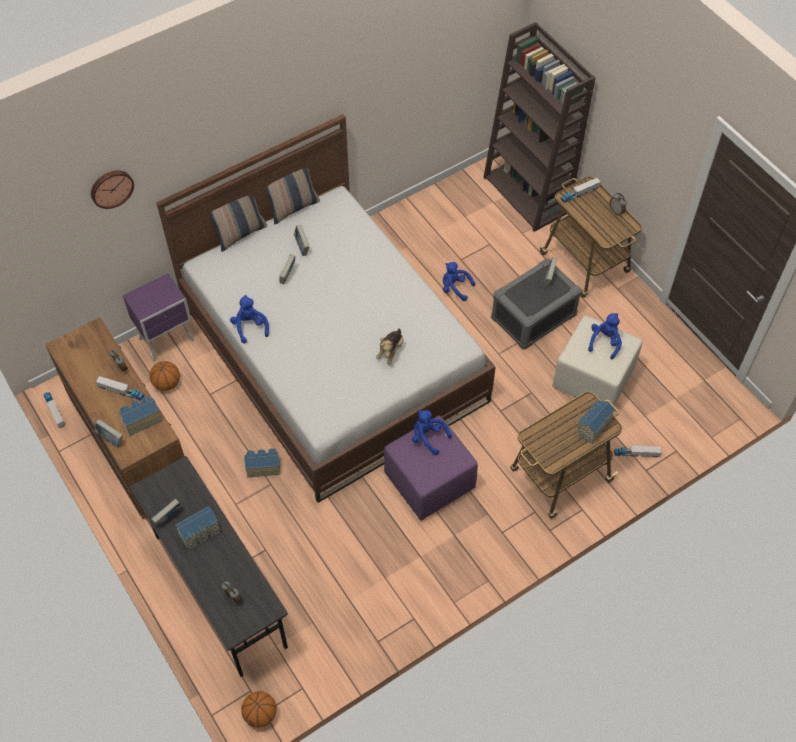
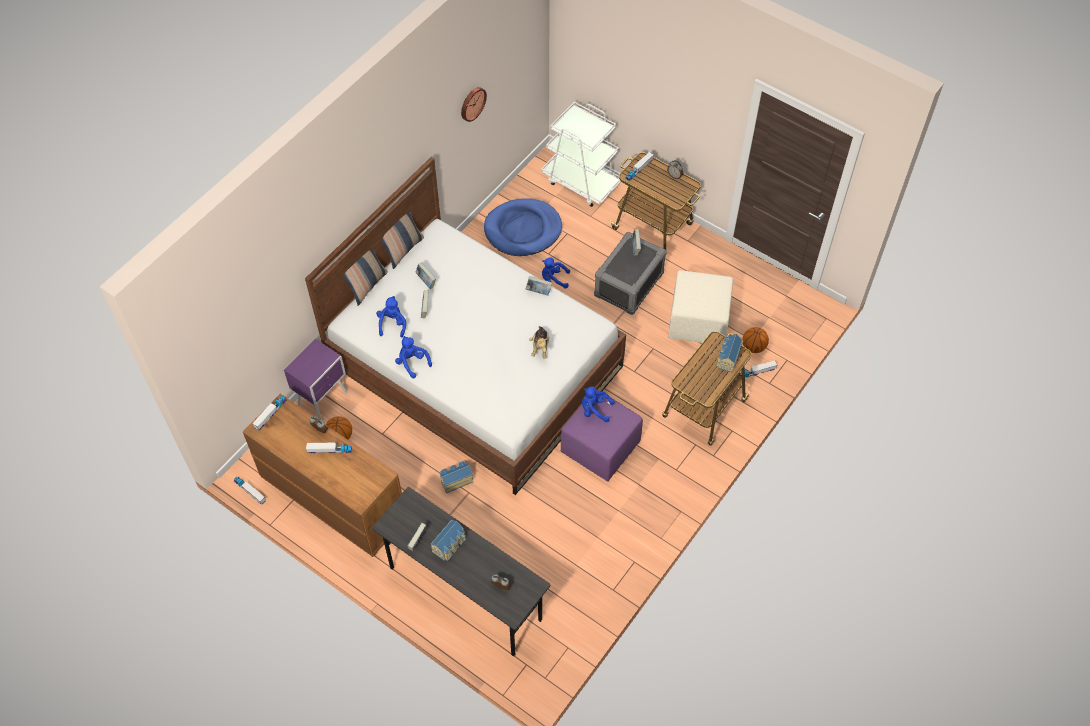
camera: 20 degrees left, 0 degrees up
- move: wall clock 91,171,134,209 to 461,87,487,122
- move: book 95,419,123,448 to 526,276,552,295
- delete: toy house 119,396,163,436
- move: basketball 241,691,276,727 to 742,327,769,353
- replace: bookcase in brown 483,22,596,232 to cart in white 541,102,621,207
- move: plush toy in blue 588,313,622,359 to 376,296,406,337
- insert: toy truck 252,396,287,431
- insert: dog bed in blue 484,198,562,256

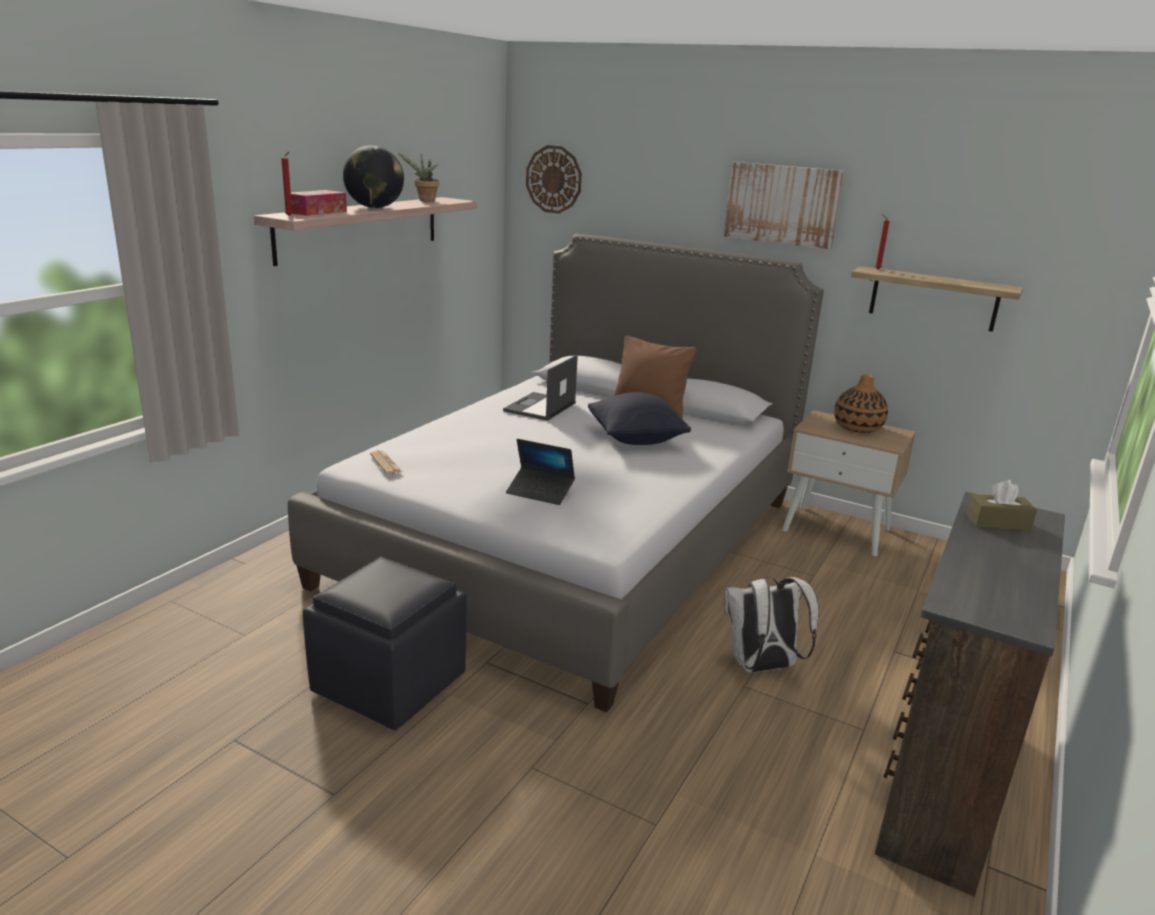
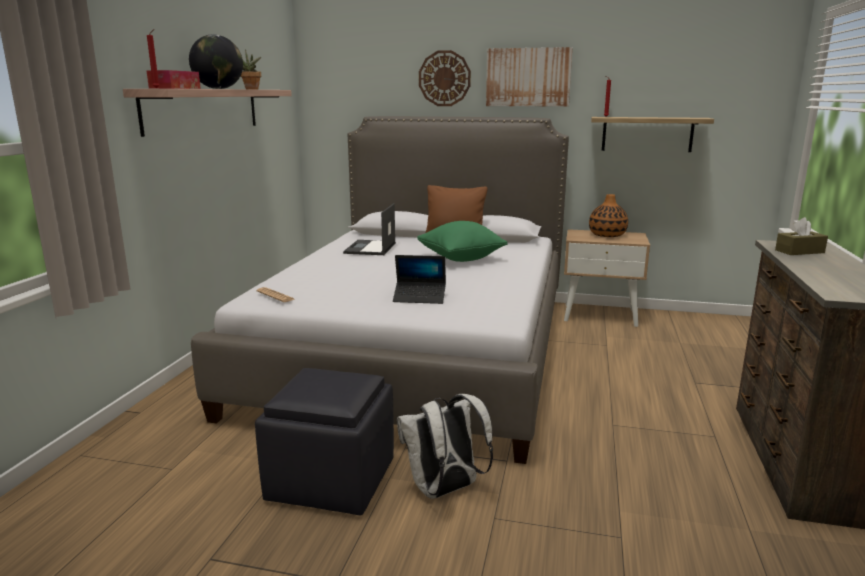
camera: 15 degrees left, 5 degrees down
- move: wall clock 526,145,582,214 to 419,50,471,106
- recolor: pillow in black 588,392,691,445 to pillow in green 417,221,508,262
- move: backpack in white 724,577,819,673 to 397,394,493,498

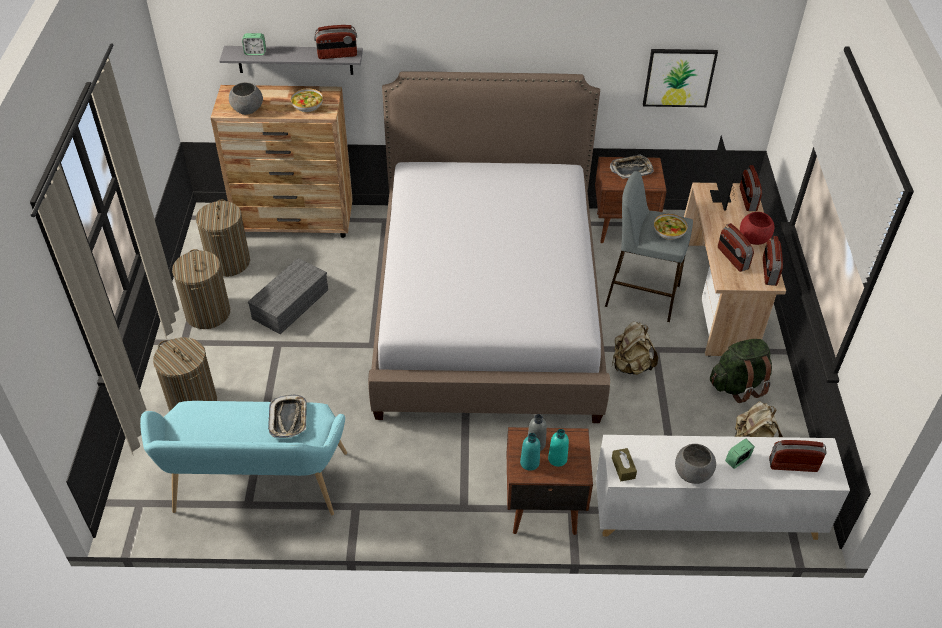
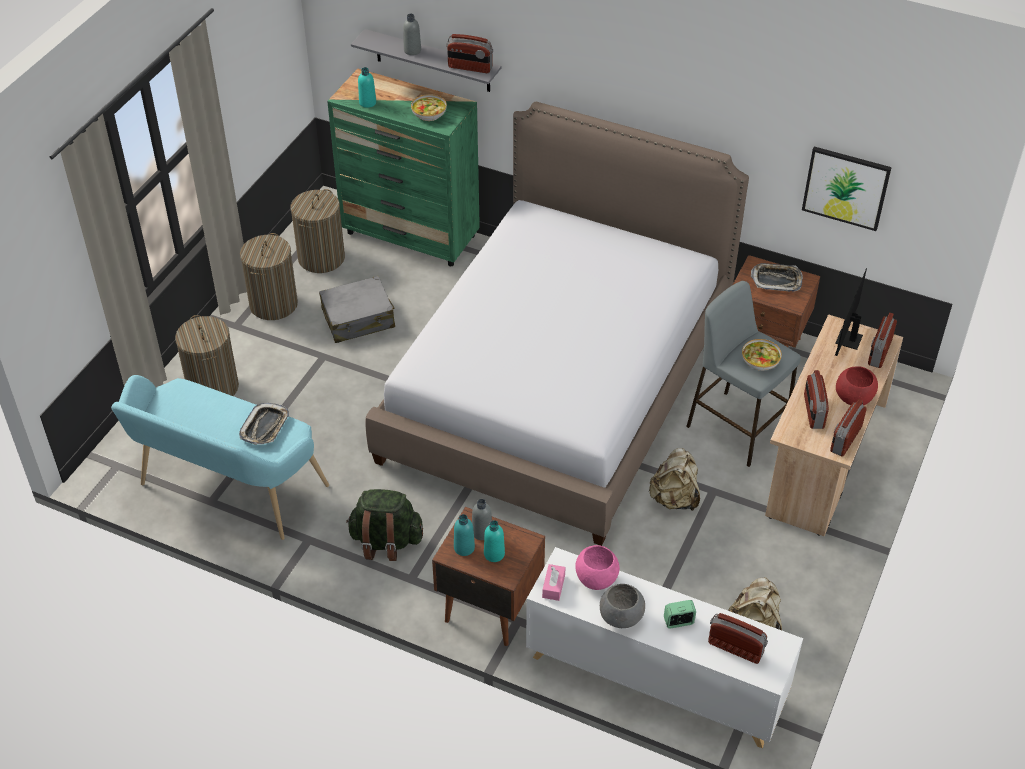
camera: 25 degrees right, 0 degrees up
- recolor: dresser in brown 211,85,353,238 to dresser in green 327,68,480,266
- replace: bowl in grey 229,82,263,115 to bottle in turquoise 358,67,376,108
- delete: alarm clock 242,33,266,55
- replace: storage box in grey 248,258,328,334 to suitcase in grey 319,276,395,343
- recolor: tissue box in brown 612,448,637,481 to tissue box in pink 542,564,566,601
- move: backpack in green 710,339,772,403 to 346,489,423,561
- insert: bottle in grey 403,14,421,55
- insert: bowl in pink 575,545,620,590

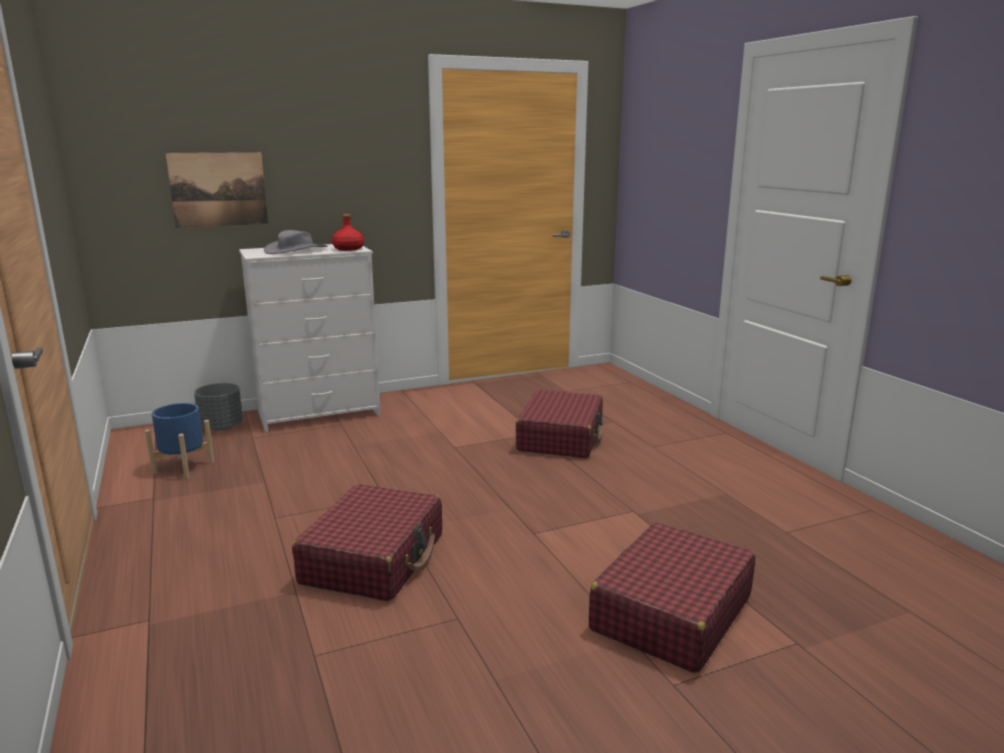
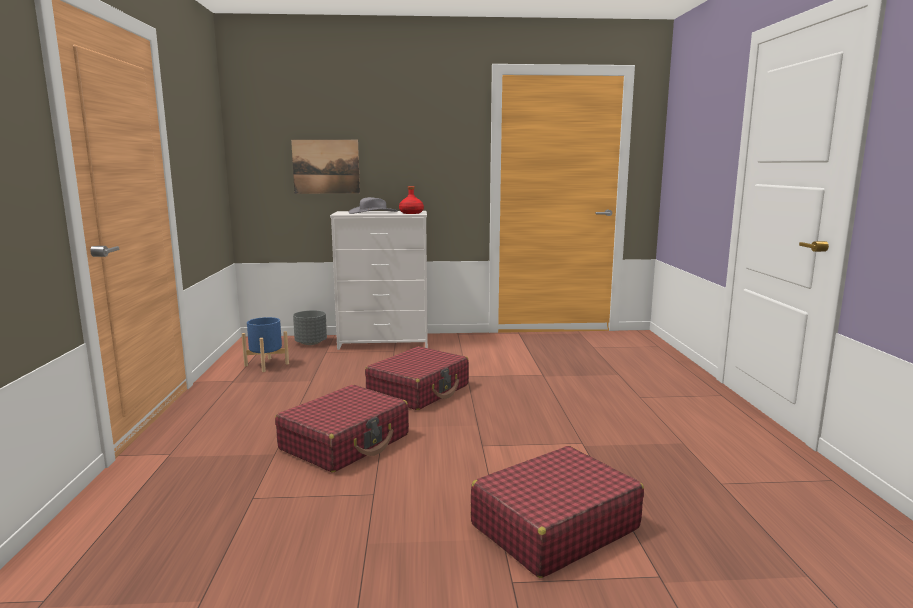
camera: 20 degrees right, 5 degrees down
- move: suitcase in red 516,390,603,458 to 365,346,469,410

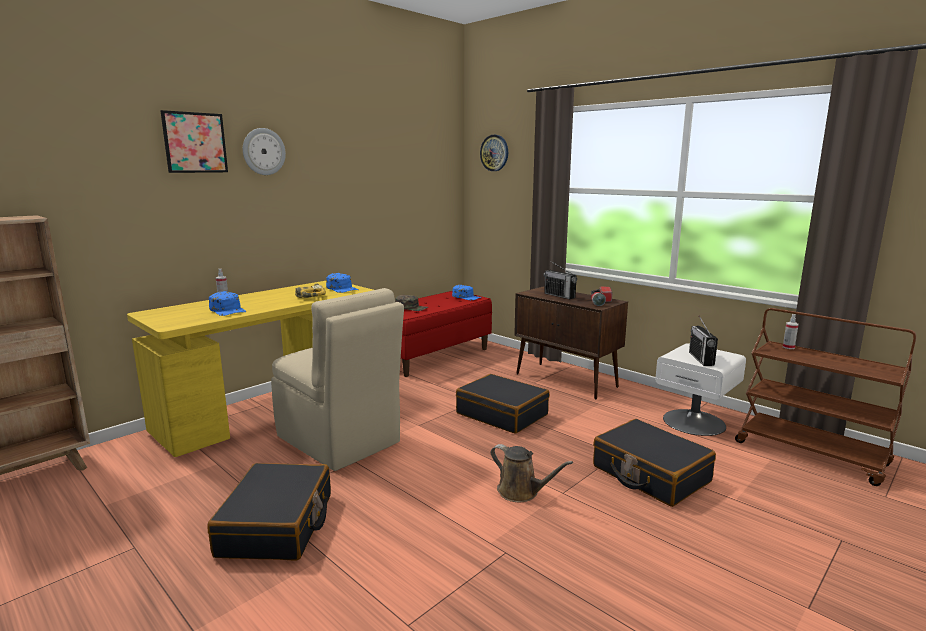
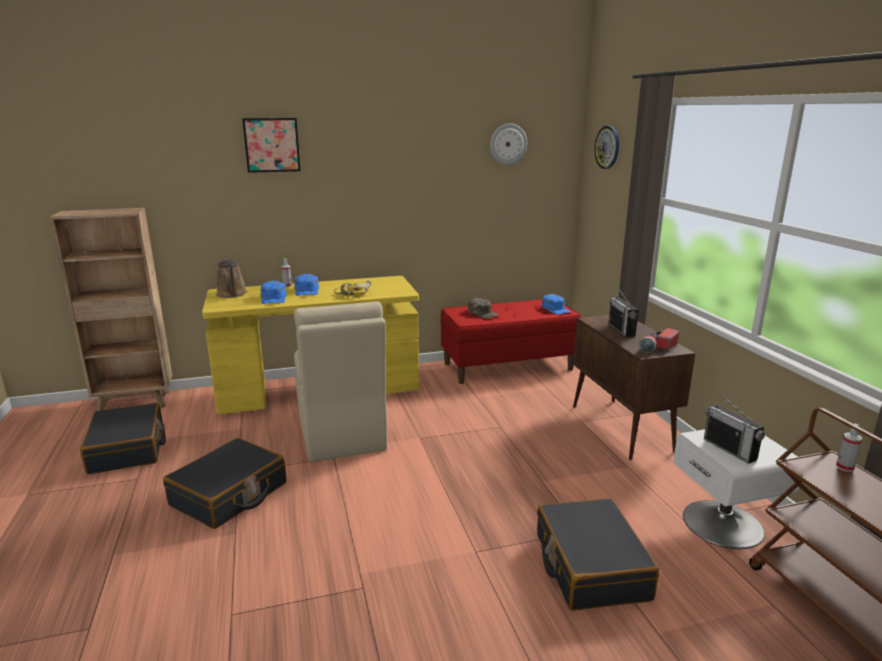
camera: 30 degrees right, 5 degrees up
- move: wall clock 243,128,286,175 to 490,123,527,165
- move: cap in blue 326,273,359,293 to 294,274,319,296
- move: suitcase in black 456,374,550,434 to 80,403,166,474
- move: watering can in brown 491,444,573,502 to 216,259,248,298
- rotate: radio 689,316,718,366 = 704,394,765,464 60 degrees counterclockwise

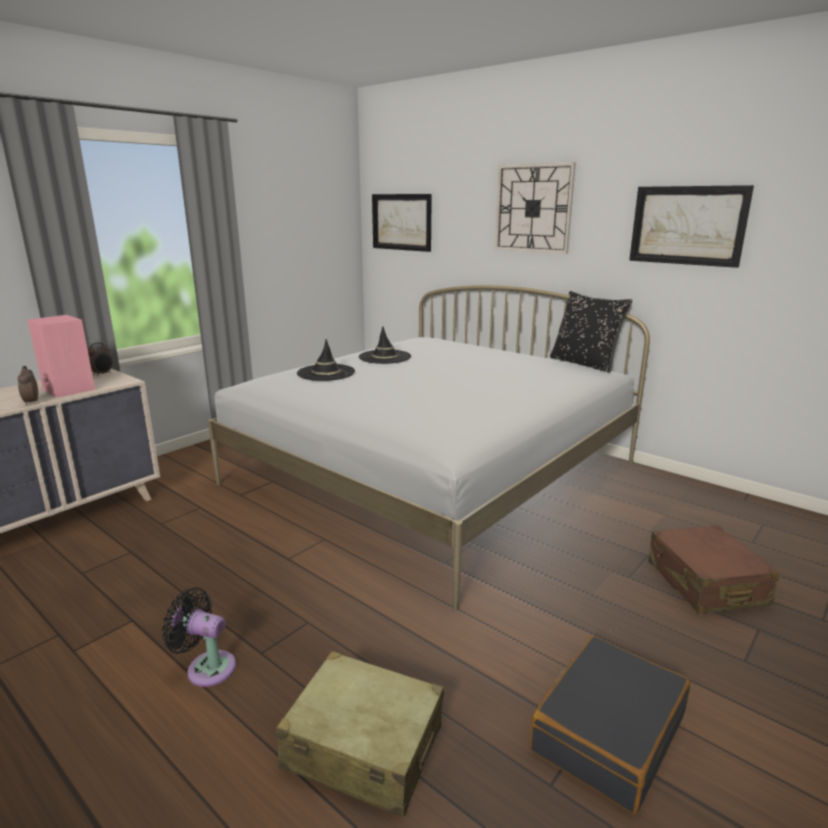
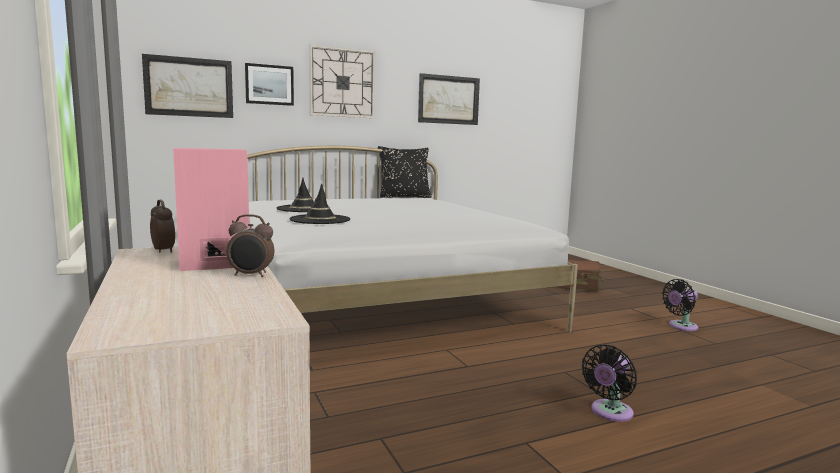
camera: 65 degrees left, 10 degrees down
- delete: suitcase in beige 276,651,444,818
- replace: suitcase in black 530,636,690,814 to fan in black 662,279,698,331
- insert: picture 245,63,294,106

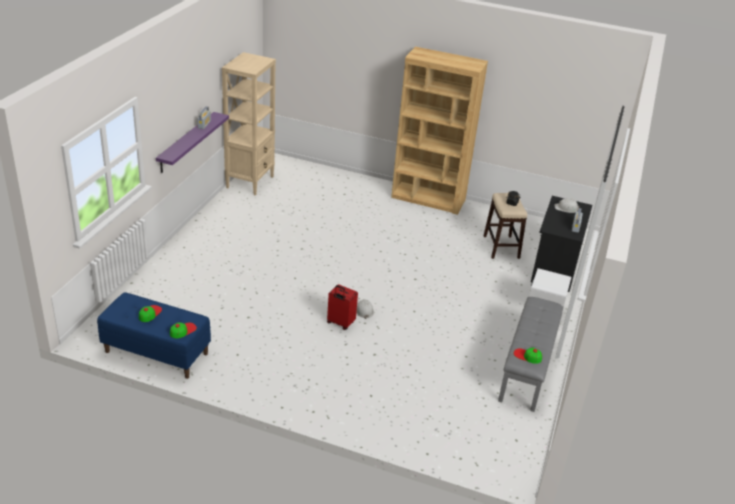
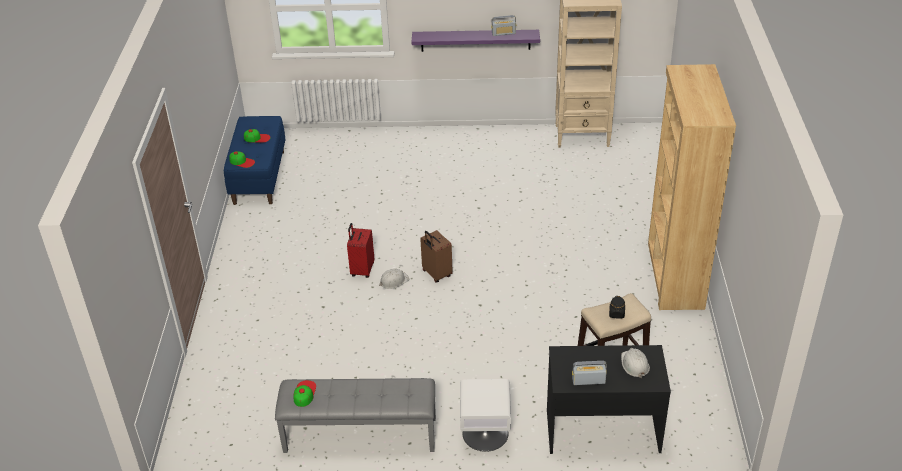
camera: 75 degrees right, 5 degrees up
- insert: suitcase in brown 420,230,453,283

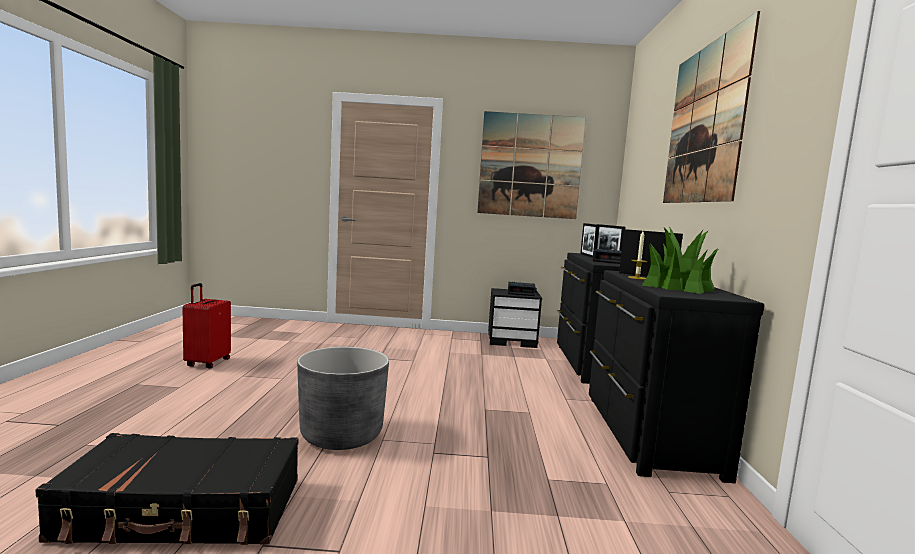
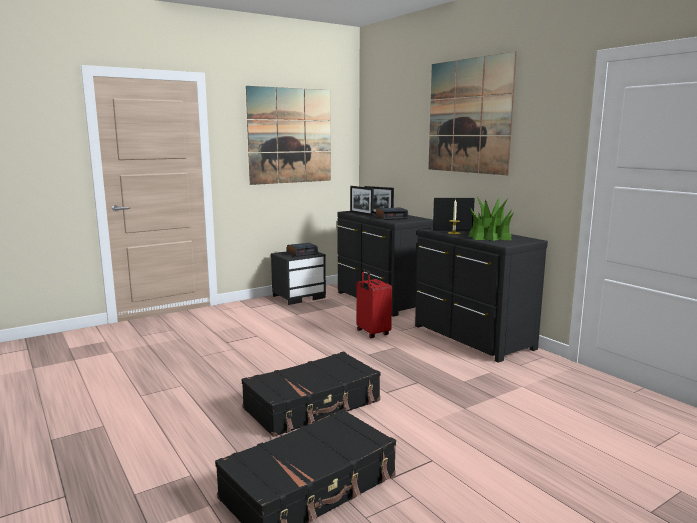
camera: 35 degrees left, 5 degrees up
- move: suitcase in red 183,283,231,368 to 356,269,392,338
- replace: planter in grey 297,347,389,450 to suitcase in black 241,351,380,437

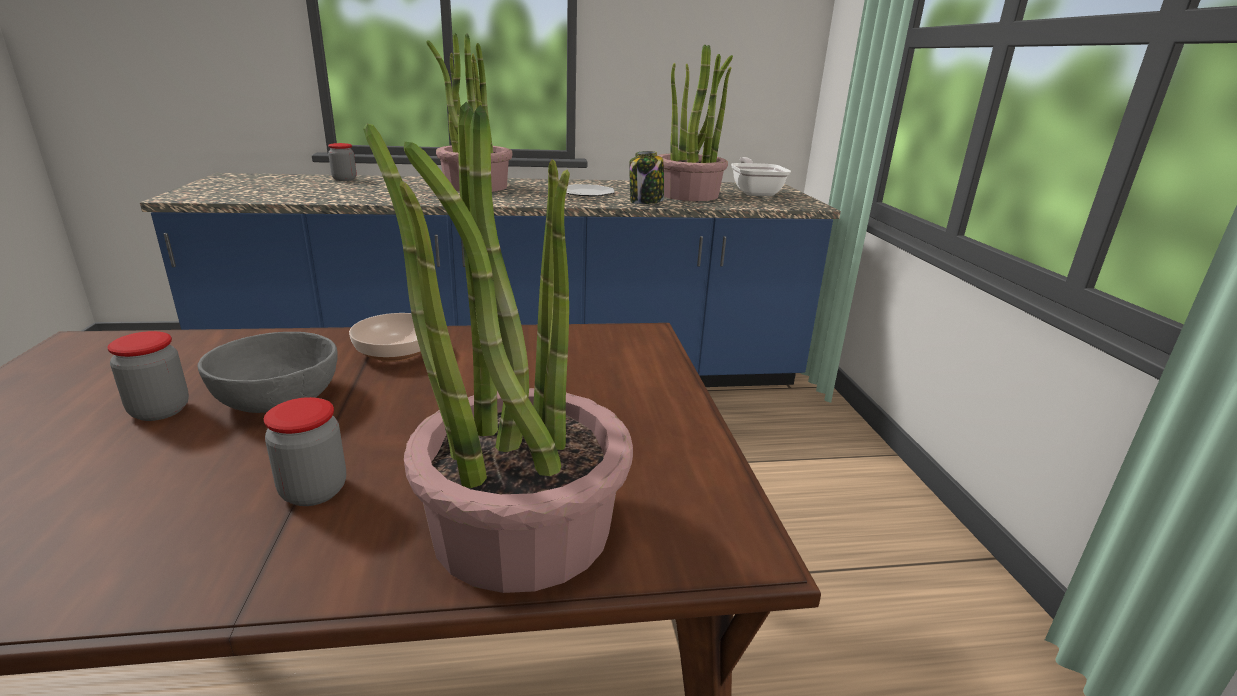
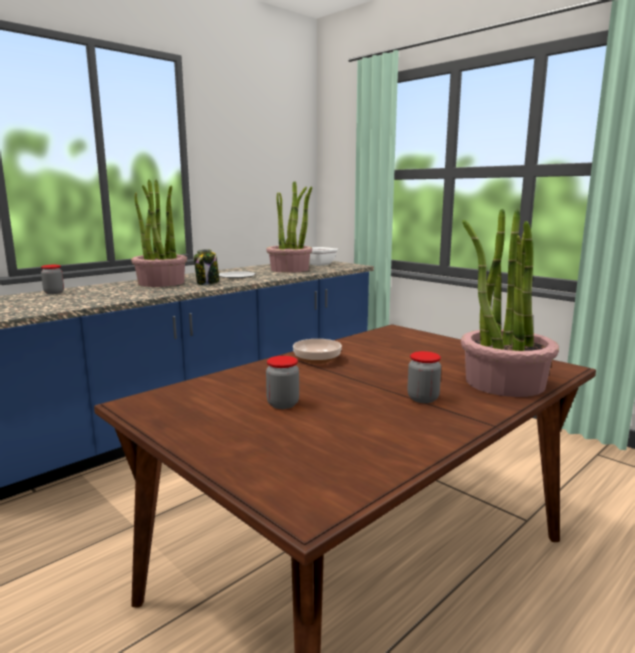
camera: 35 degrees left, 10 degrees down
- delete: bowl in grey 197,332,338,413
- move: jar 629,151,664,204 to 194,249,220,285

